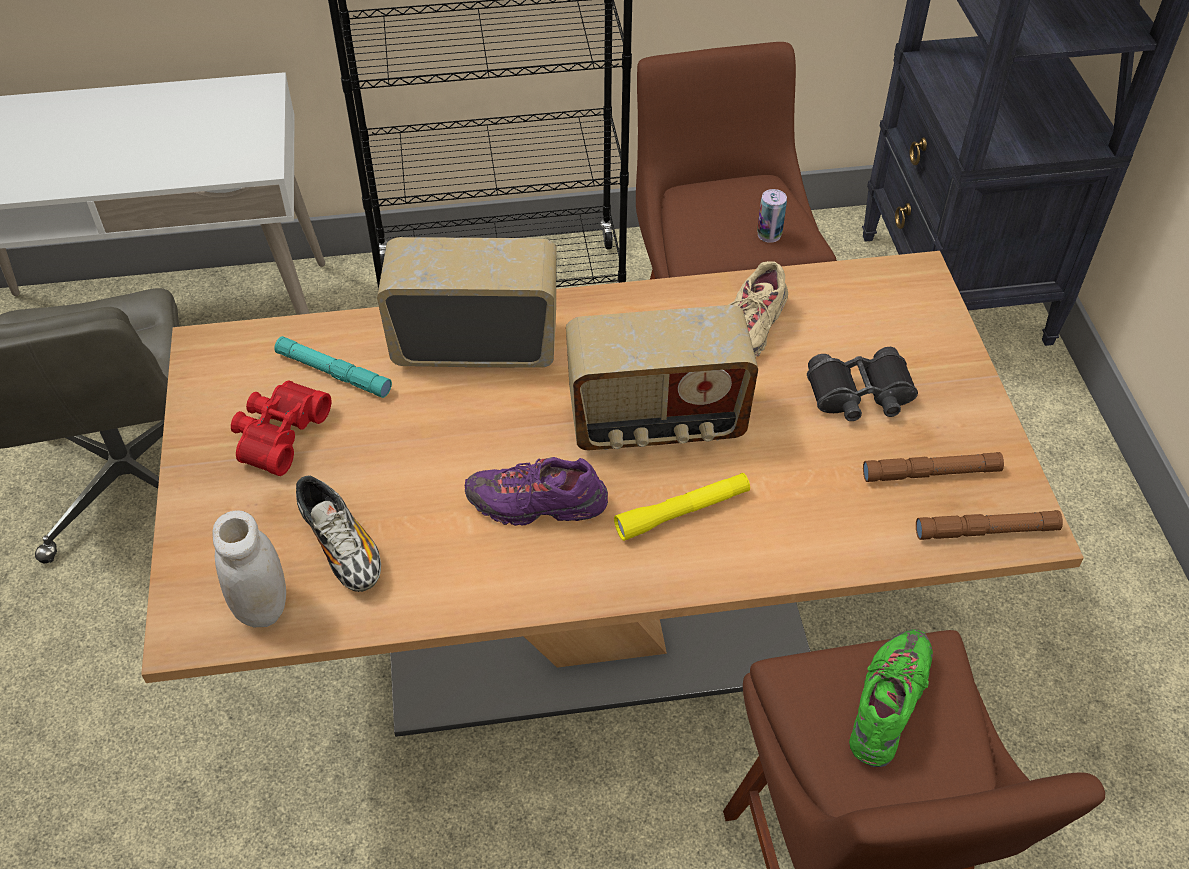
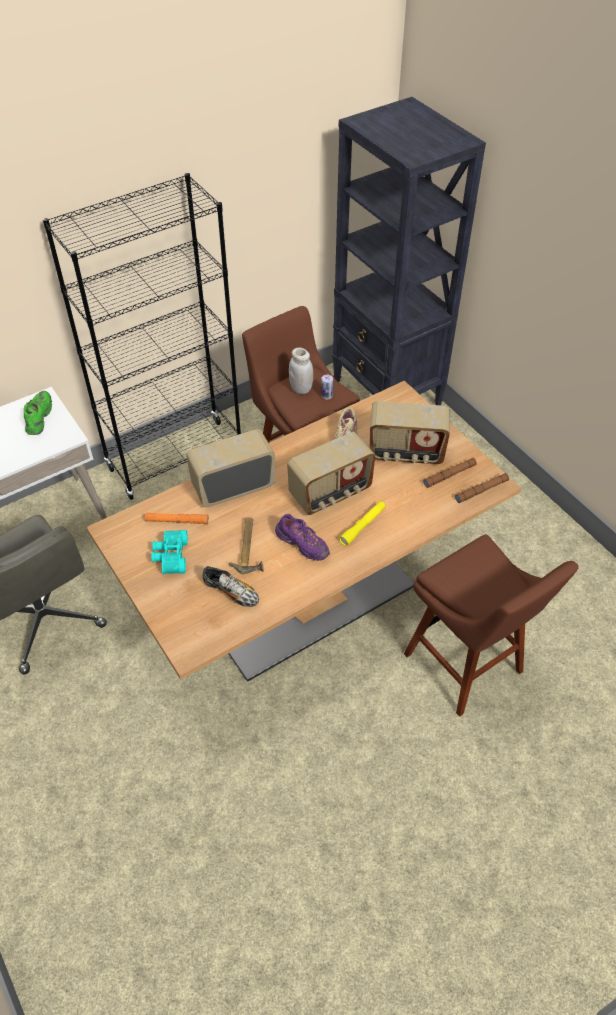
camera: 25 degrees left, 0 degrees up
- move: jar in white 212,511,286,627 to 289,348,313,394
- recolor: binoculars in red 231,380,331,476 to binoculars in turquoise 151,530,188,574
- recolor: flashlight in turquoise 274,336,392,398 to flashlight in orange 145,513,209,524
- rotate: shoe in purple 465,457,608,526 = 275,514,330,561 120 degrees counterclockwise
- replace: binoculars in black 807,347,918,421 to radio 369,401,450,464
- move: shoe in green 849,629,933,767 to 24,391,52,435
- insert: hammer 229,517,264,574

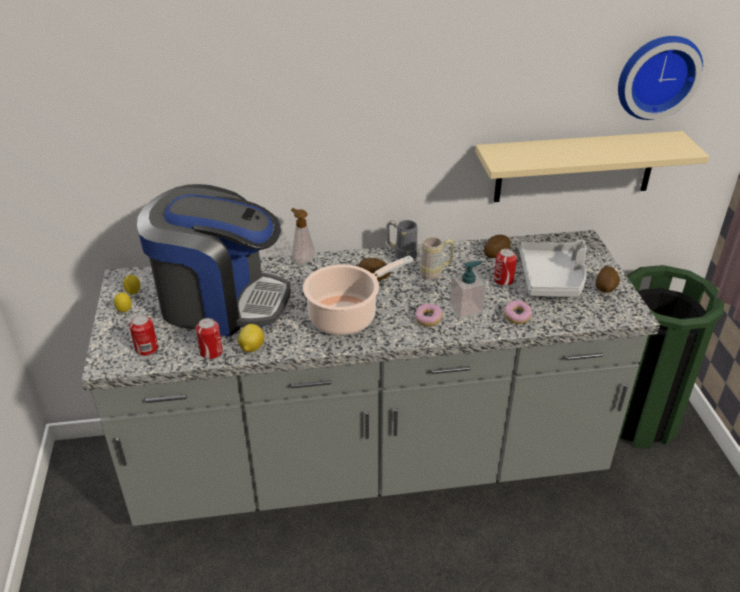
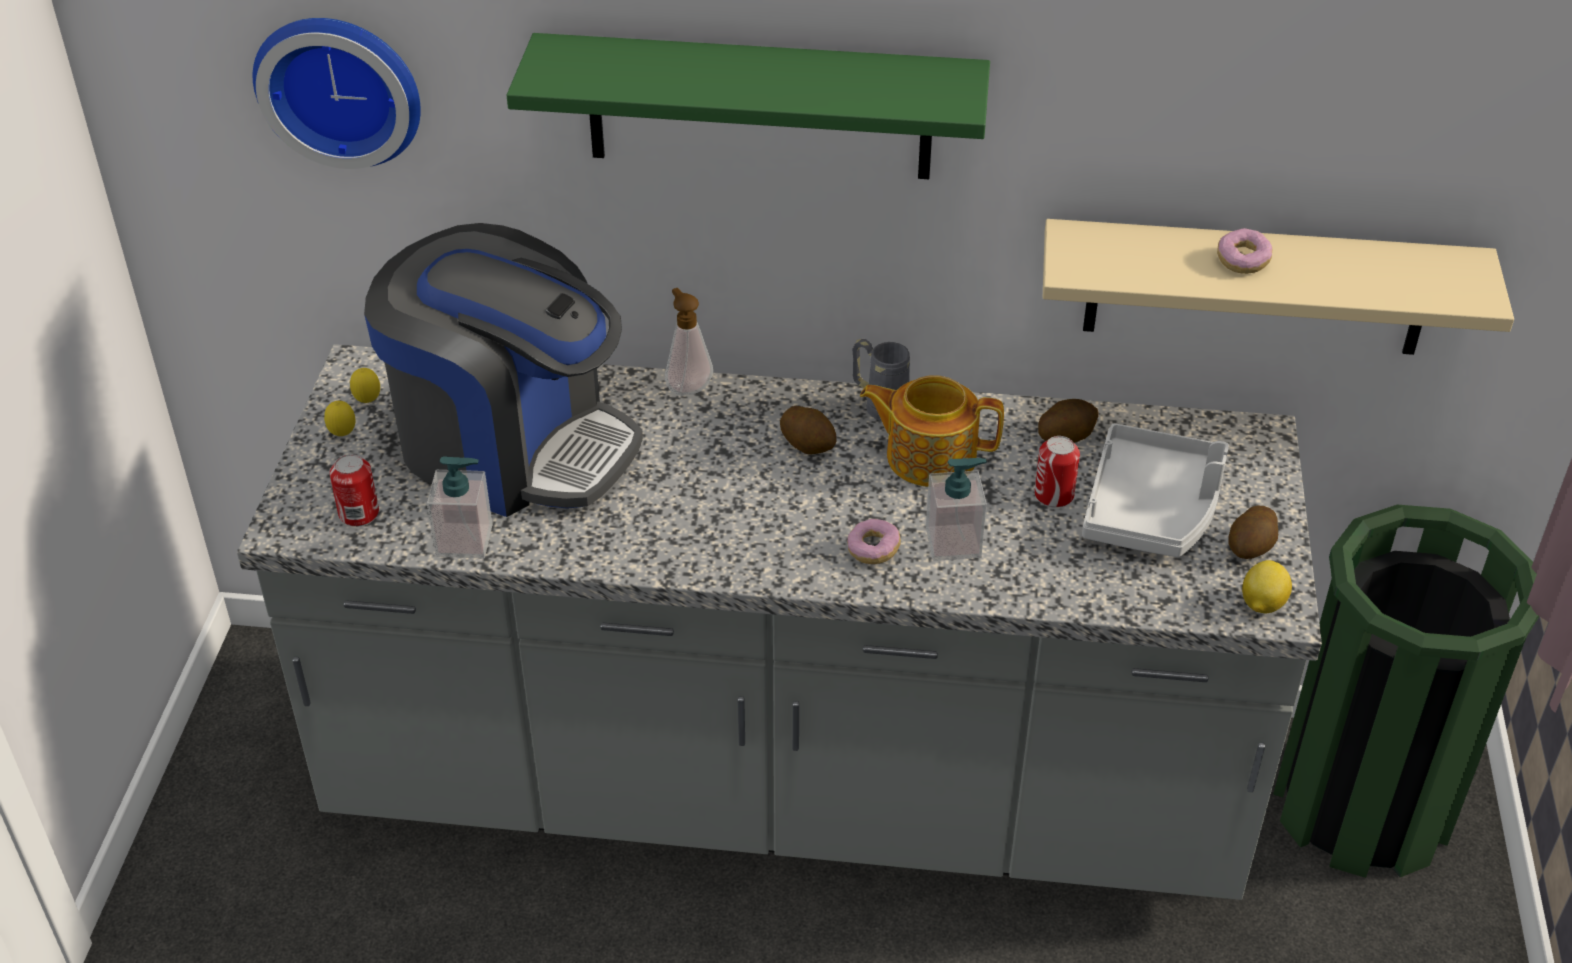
camera: 15 degrees right, 5 degrees up
- replace: can 196,318,223,359 to soap dispenser 427,456,493,558
- move: lemon 238,324,264,352 to 1242,560,1292,613
- delete: cooking pot 303,255,414,335
- replace: mug in beige 420,237,454,279 to teapot 860,375,1004,487
- move: donut 504,300,532,324 to 1217,228,1272,274
- move: wall clock 618,36,703,120 to 253,18,421,169
- insert: shelf in green 507,33,990,179

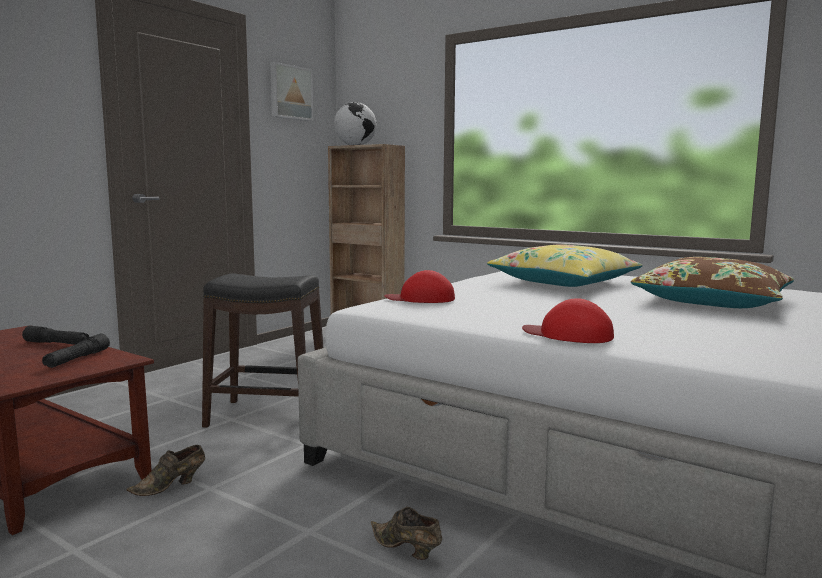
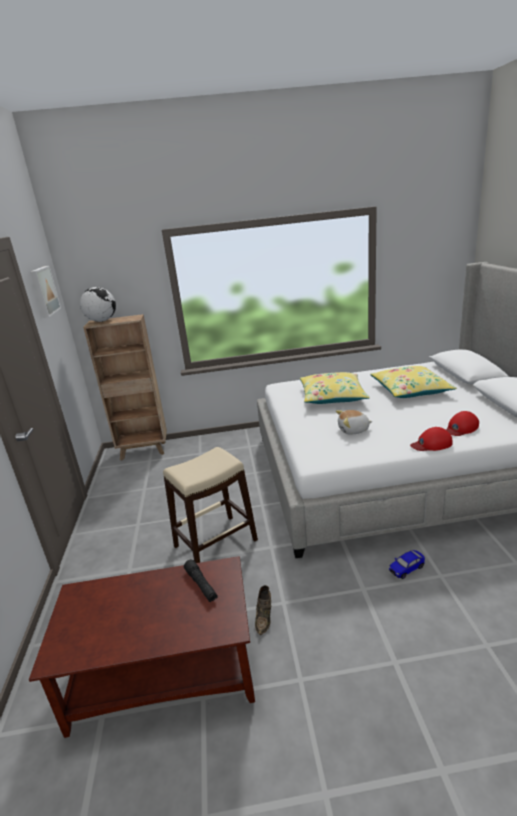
camera: 40 degrees left, 15 degrees up
- delete: flashlight in black 22,326,89,345
- recolor: stool in black 202,274,323,428 to stool in beige 163,447,258,563
- replace: shoe in brown 371,507,442,560 to toy car 389,550,425,579
- move: cap in red 384,270,455,303 to 446,411,479,436
- recolor: pillow in brown 631,257,794,308 to pillow in yellow 370,366,457,398
- insert: plush toy 336,410,373,435

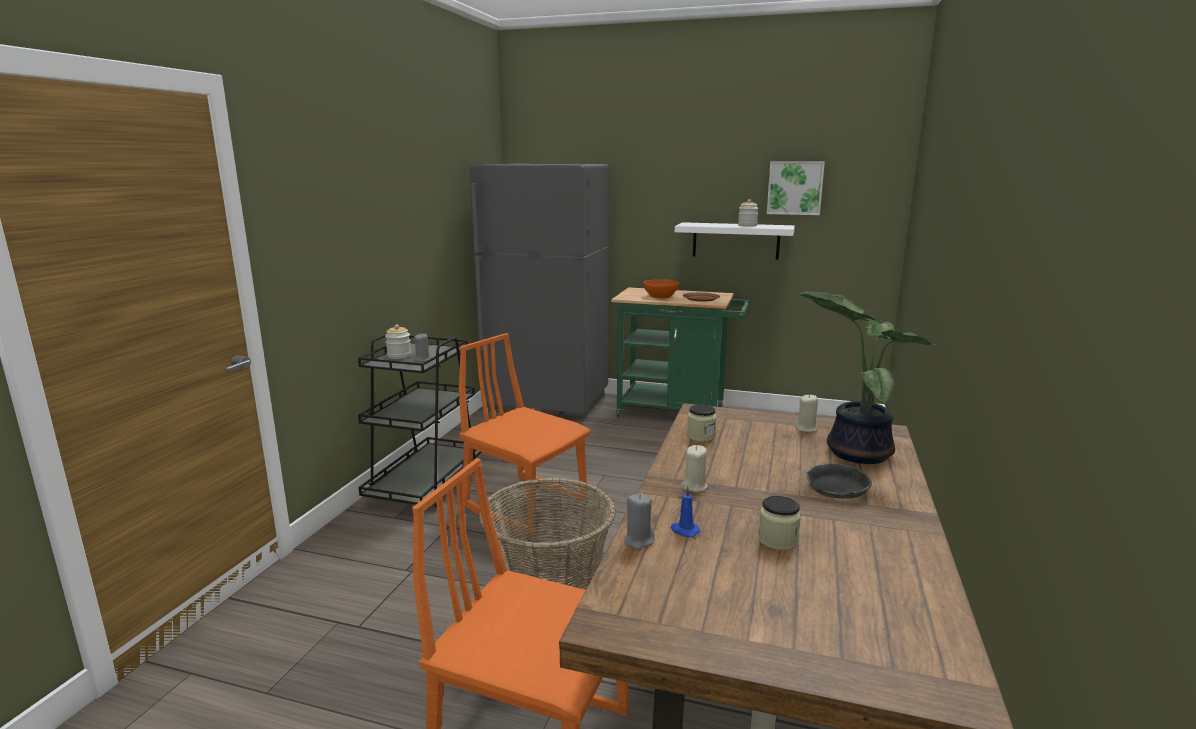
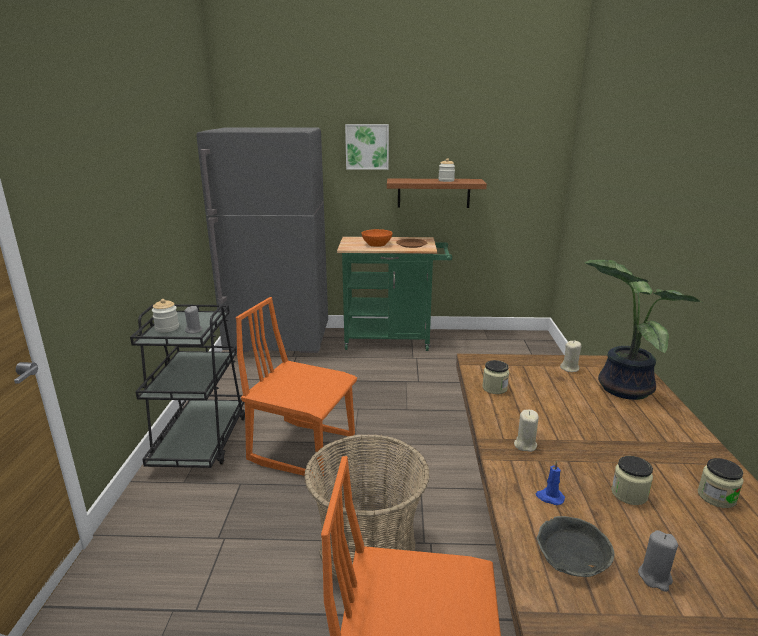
camera: 15 degrees left, 5 degrees up
- move: candle in grey 624,494,655,550 to 638,530,678,592
- recolor: shelf in white 675,222,795,260 to shelf in brown 387,179,487,208
- move: picture 767,161,825,215 to 345,124,389,170
- move: bowl in grey 806,463,872,498 to 537,516,615,577
- insert: jar 698,458,744,508

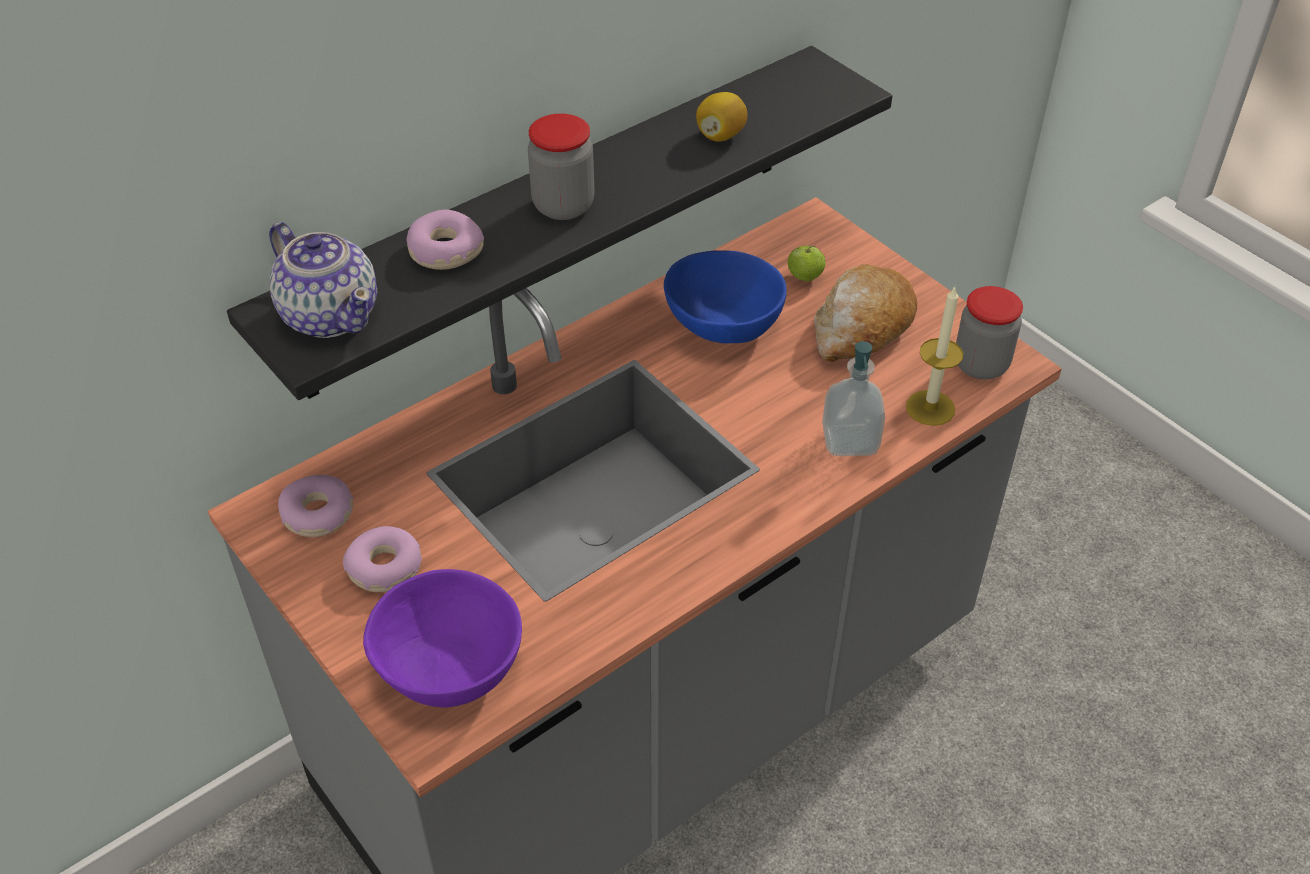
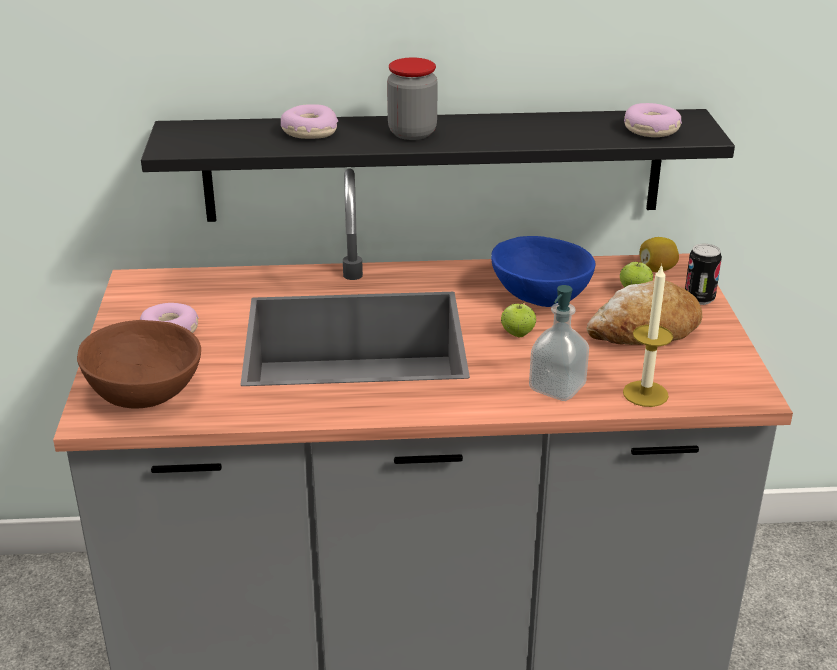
camera: 35 degrees right, 15 degrees down
- delete: teapot 269,222,377,338
- move: donut 278,475,353,537 to 624,103,682,137
- recolor: bowl in purple 363,569,522,708 to bowl in brown 77,320,201,409
- move: lemon 696,92,747,142 to 640,237,679,272
- delete: jar 956,286,1023,380
- insert: apple 501,302,536,337
- insert: can 685,244,722,305

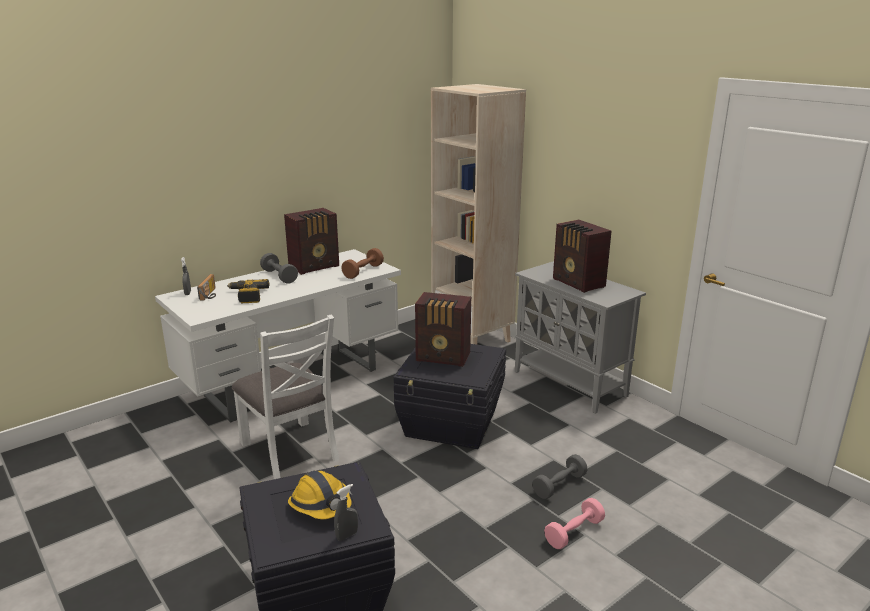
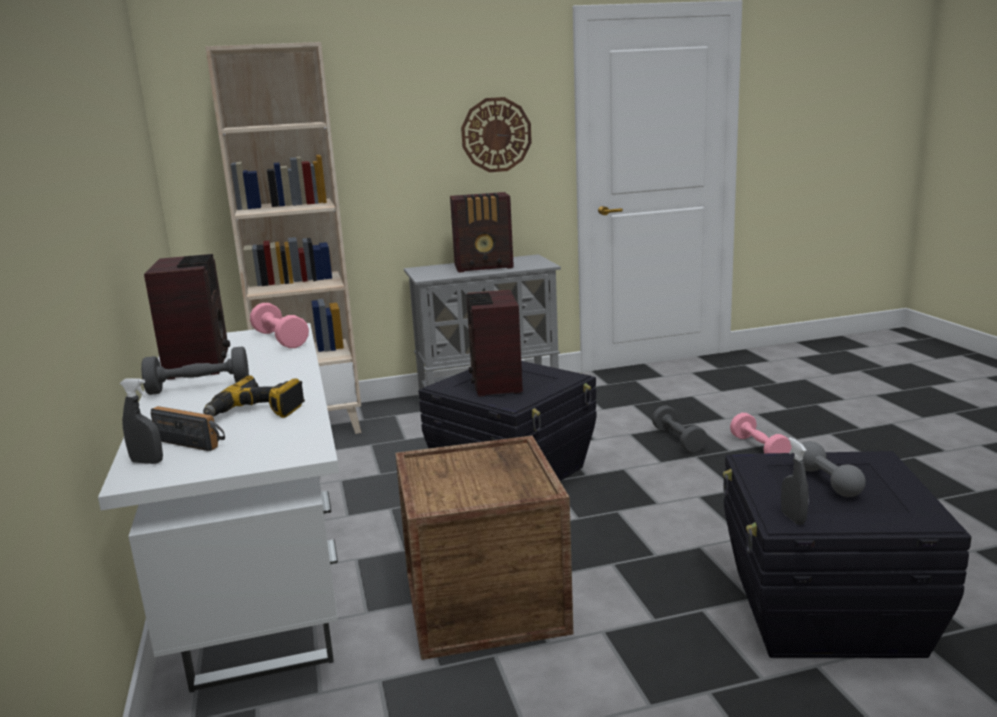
camera: 65 degrees left, 5 degrees down
- replace: chair in white 232,314,339,479 to crate 395,436,573,660
- replace: hard hat 288,471,352,519 to dumbbell in grey 794,441,866,497
- move: spray bottle in grey 334,484,358,541 to 781,437,809,525
- recolor: dumbbell in brown 341,248,384,279 to dumbbell in pink 250,303,309,348
- rotate: radio 415,292,471,367 = 467,290,523,397 135 degrees clockwise
- insert: wall clock 461,97,532,172

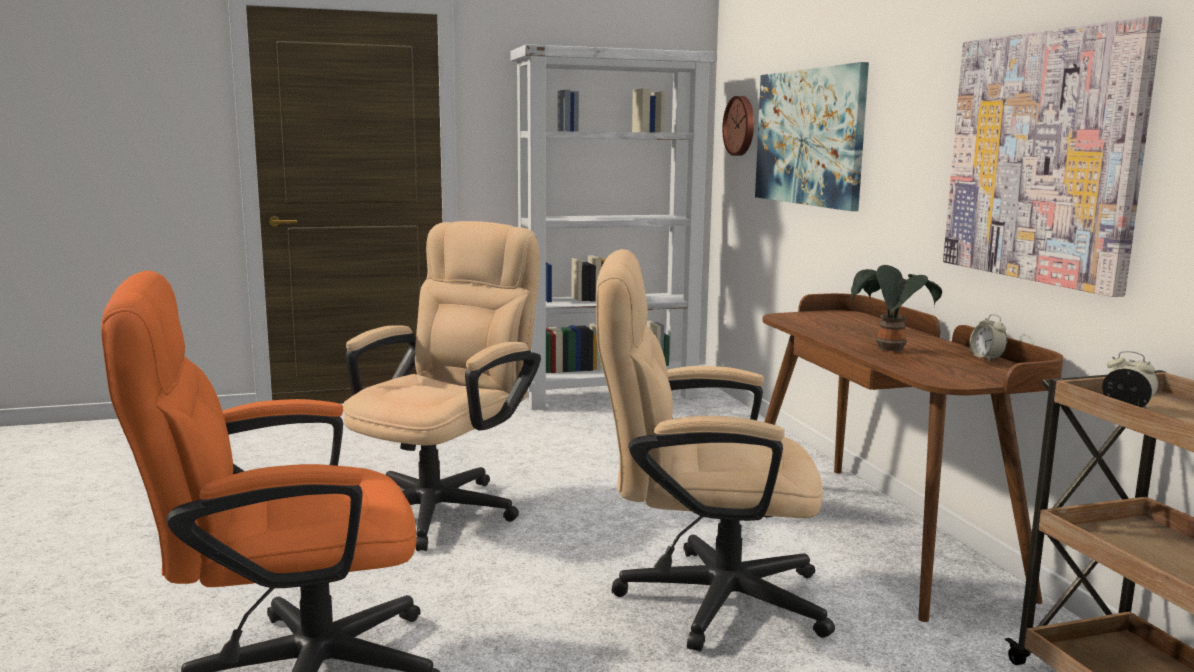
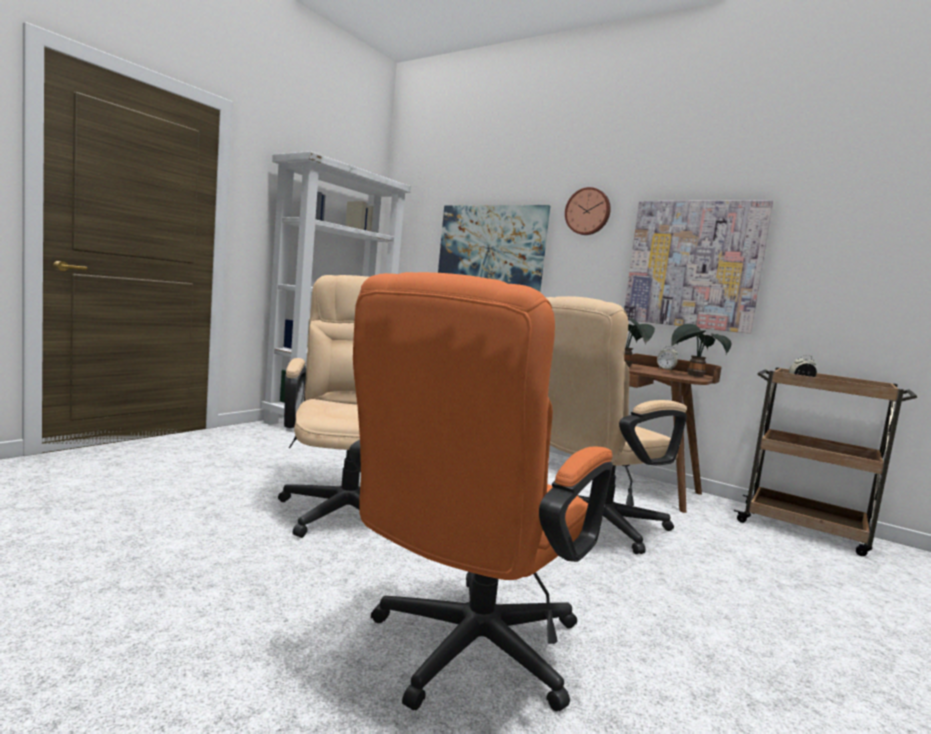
camera: 40 degrees left, 5 degrees down
- move: wall clock 722,96,754,156 to 565,187,611,235
- insert: potted plant 671,324,732,377

